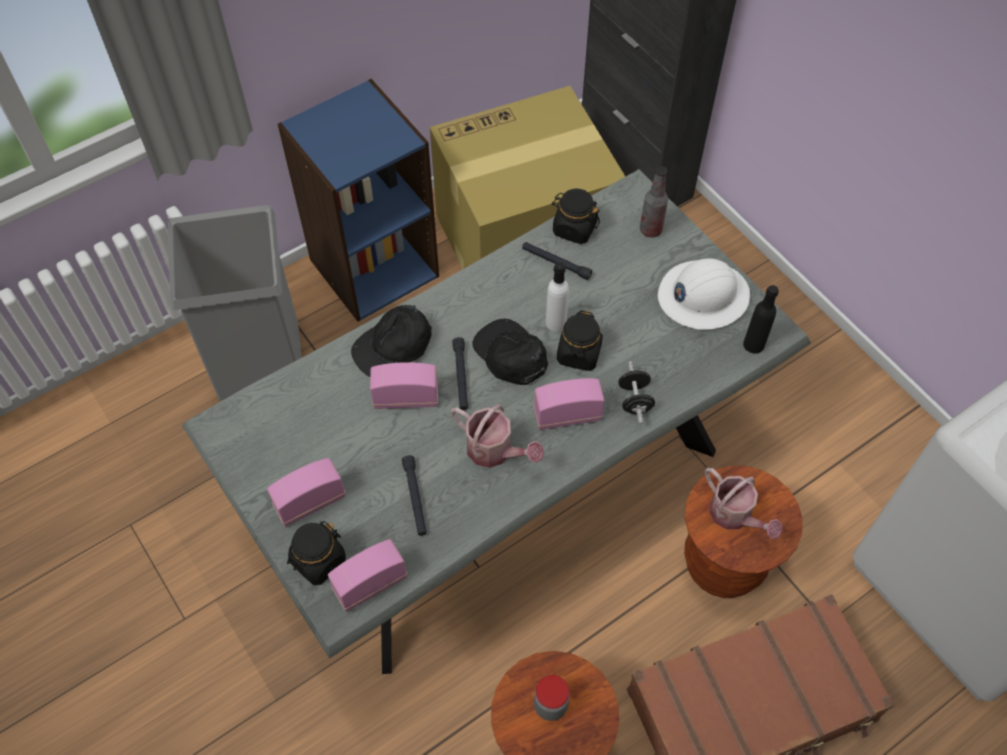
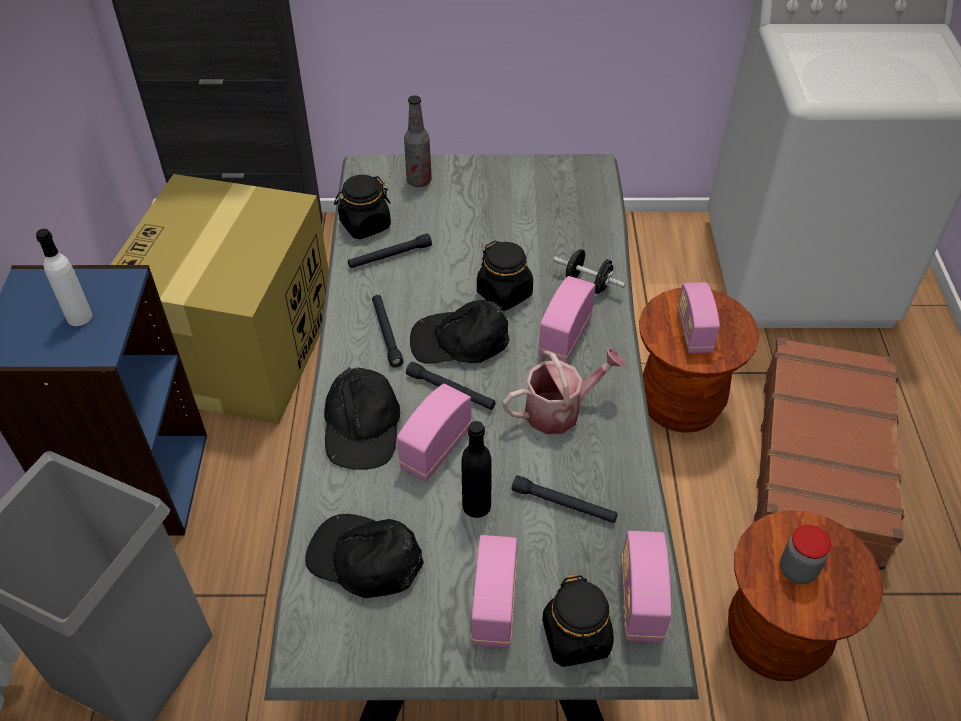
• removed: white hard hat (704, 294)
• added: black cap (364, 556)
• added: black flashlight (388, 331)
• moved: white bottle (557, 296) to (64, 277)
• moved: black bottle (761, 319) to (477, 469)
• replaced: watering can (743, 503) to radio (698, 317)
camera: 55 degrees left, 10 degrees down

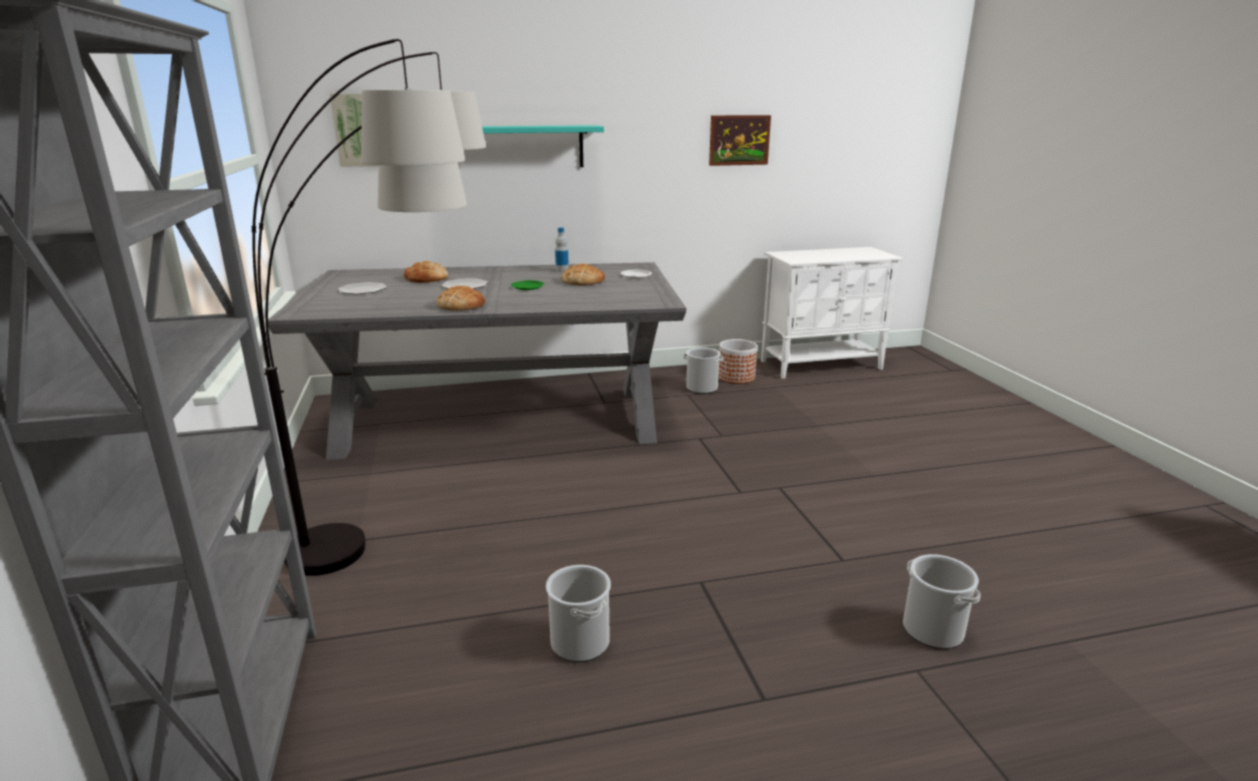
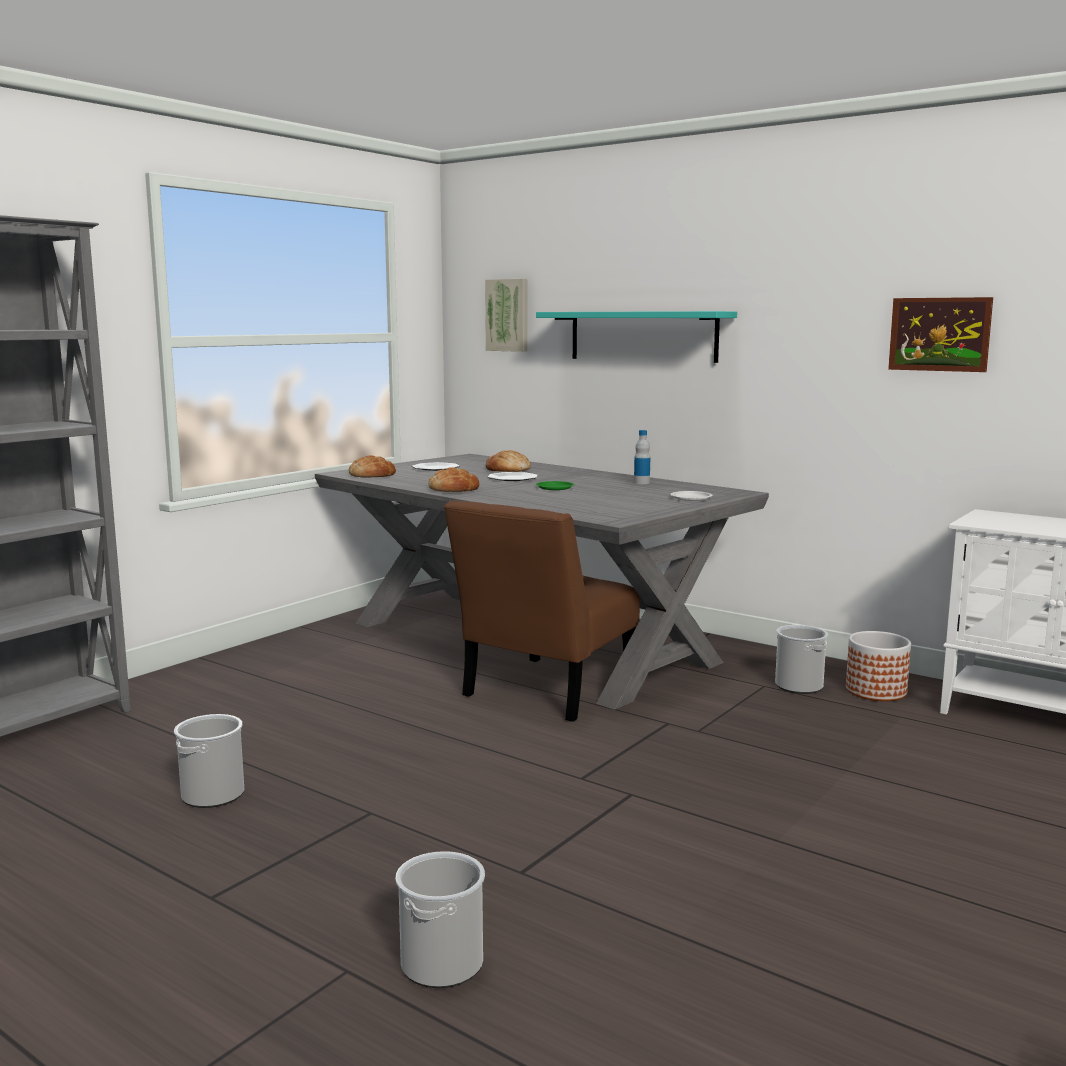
• removed: floor lamp (368, 307)
• added: brown chair (542, 611)
• moved: bread (583, 274) to (372, 466)
camera: 50 degrees right, 10 degrees down

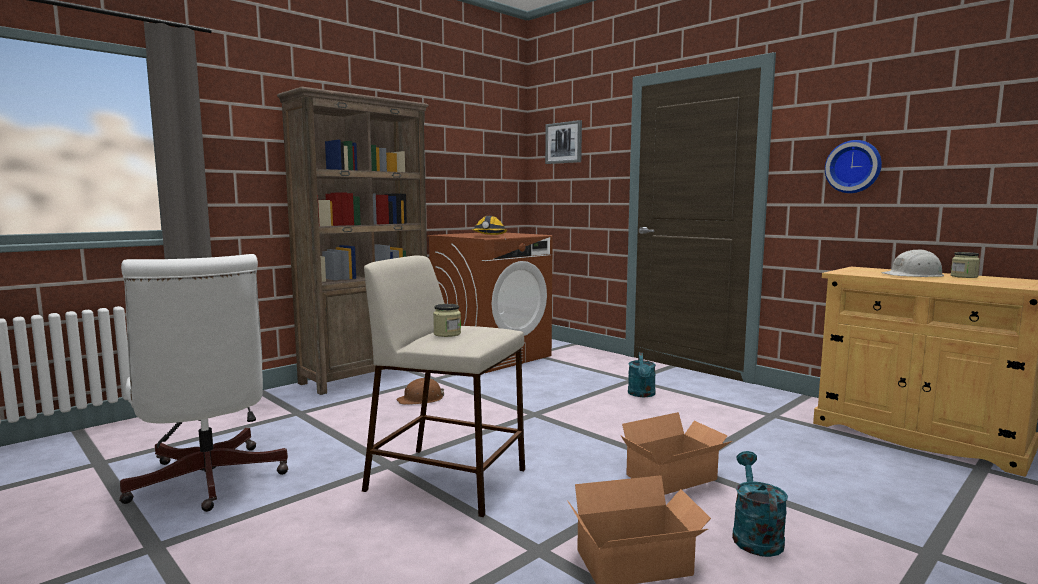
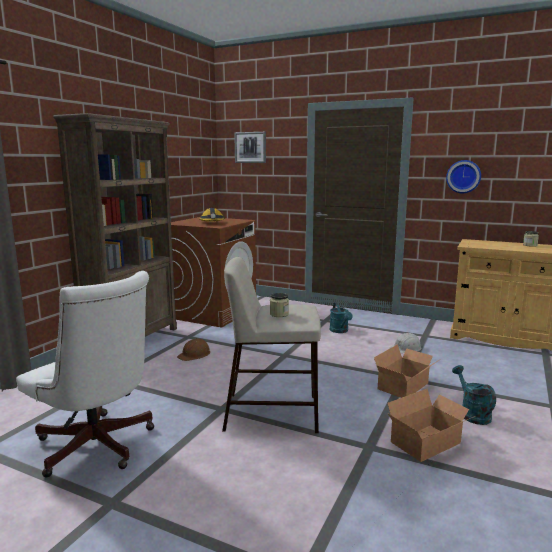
• moved: white hard hat (913, 263) to (405, 343)
camera: 20 degrees left, 5 degrees up

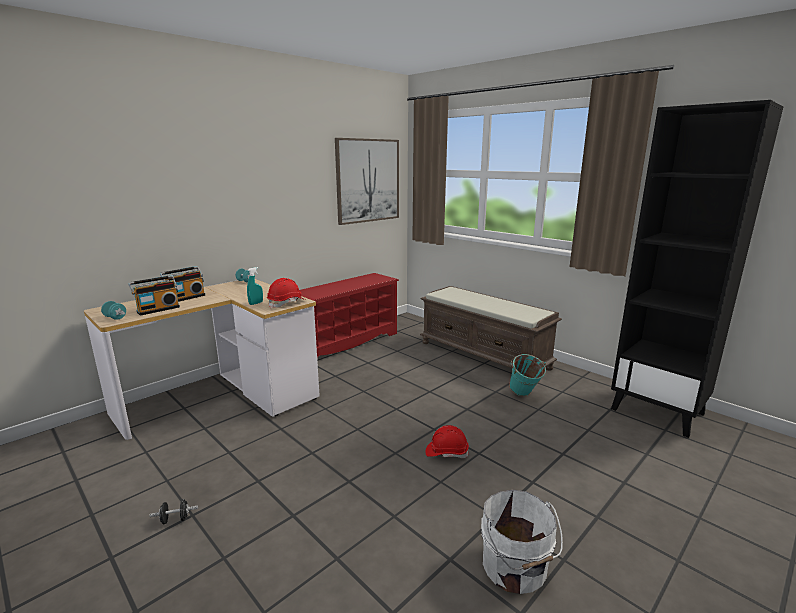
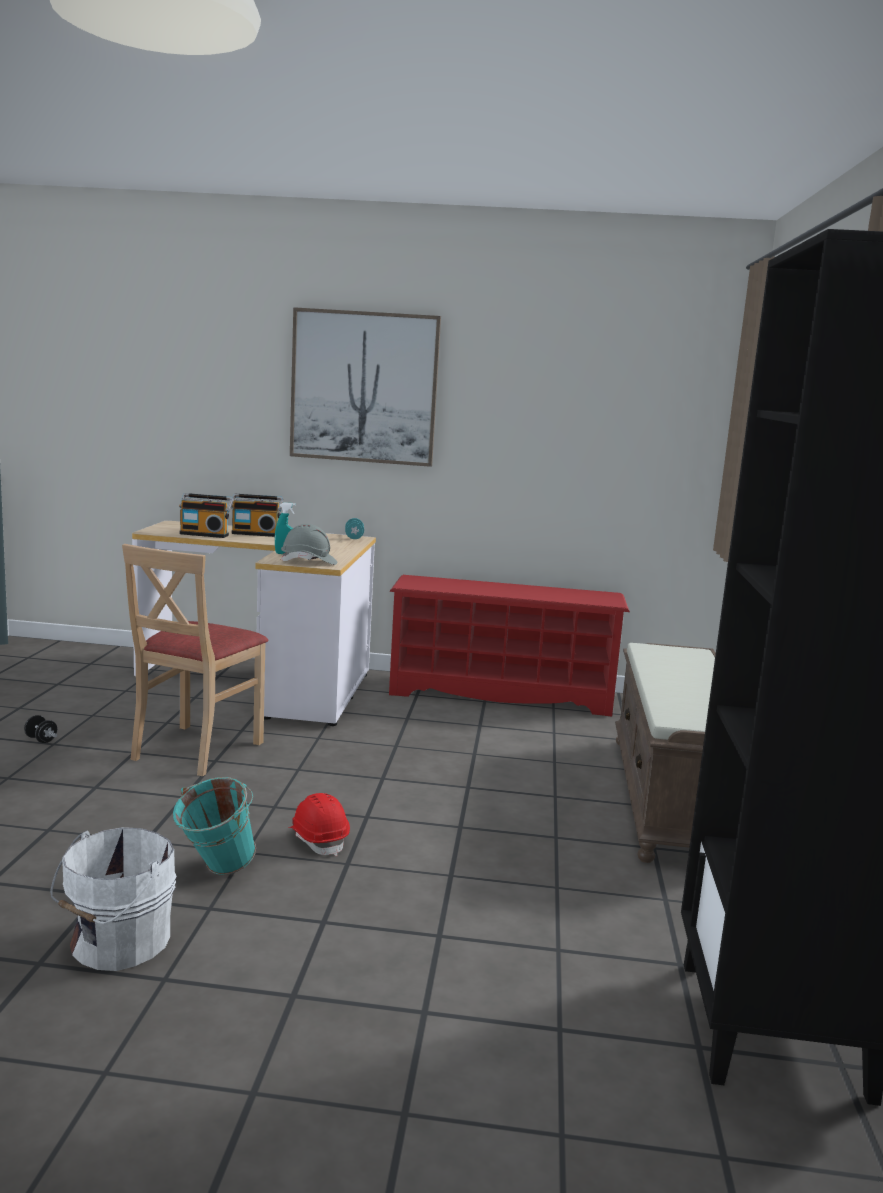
• removed: turquoise dumbbell (113, 310)
• added: beige chair (195, 660)
• moved: picture (367, 181) to (365, 387)
• moved: turquoise bucket (527, 375) to (214, 826)
• recoloured: red hard hat (286, 293) to grey hard hat (309, 544)
camera: 50 degrees right, 5 degrees down

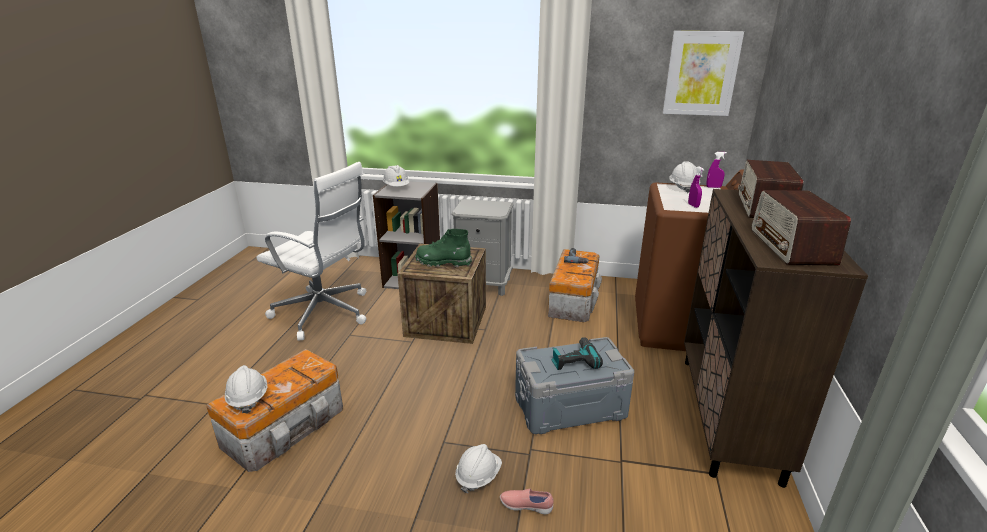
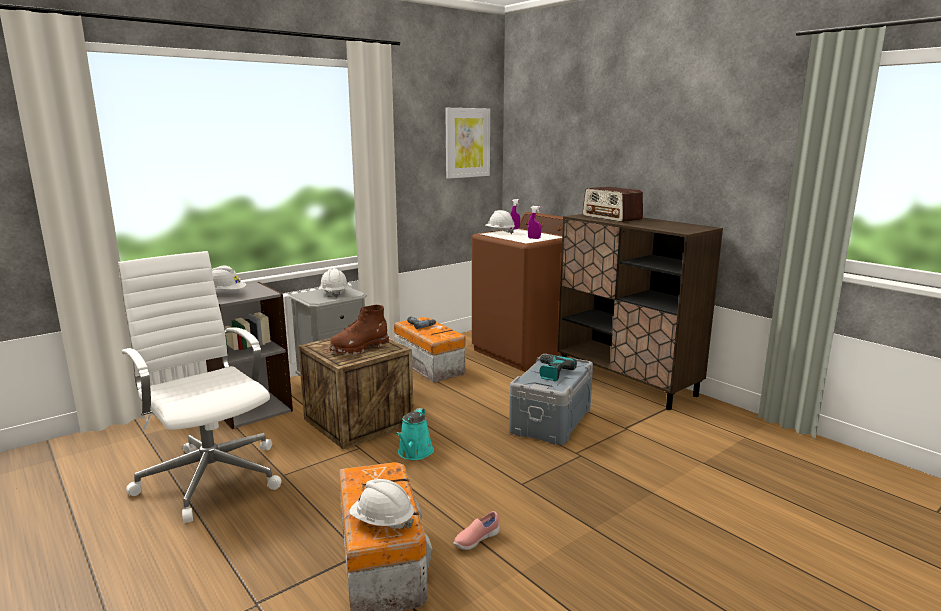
• removed: radio (801, 228)
• added: turquoise watering can (415, 434)
• moved: white hard hat (478, 469) to (334, 283)
• moved: pink shoe (527, 501) to (476, 530)
• recoloured: green boot (443, 248) to brown boot (359, 330)
• turned: white office chair (311, 251) = (200, 387) 105 degrees counterclockwise
camera: 50 degrees left, 10 degrees down

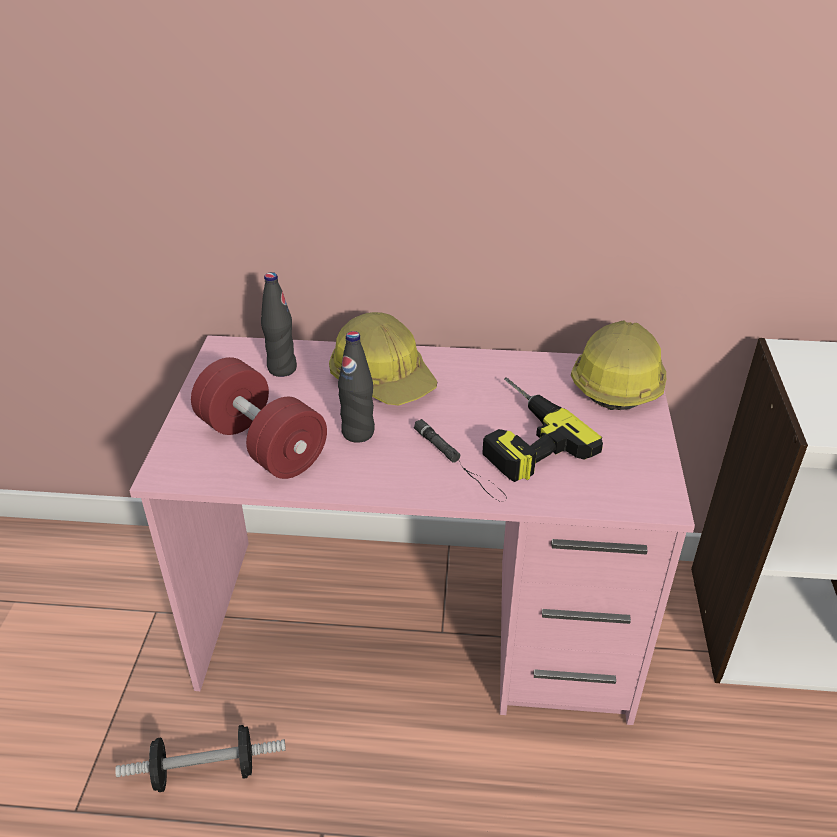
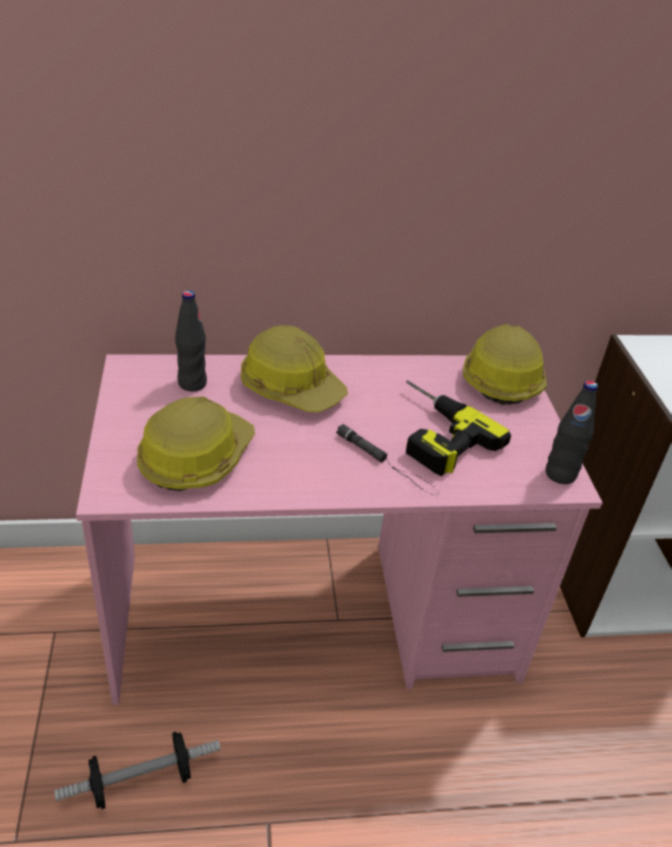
• moved: black bottle (356, 387) to (572, 432)
• replaced: red dumbbell (259, 418) to hard hat (196, 443)
camera: 15 degrees left, 0 degrees up

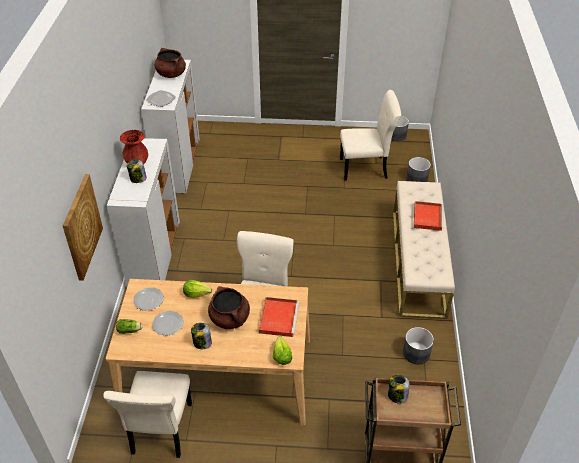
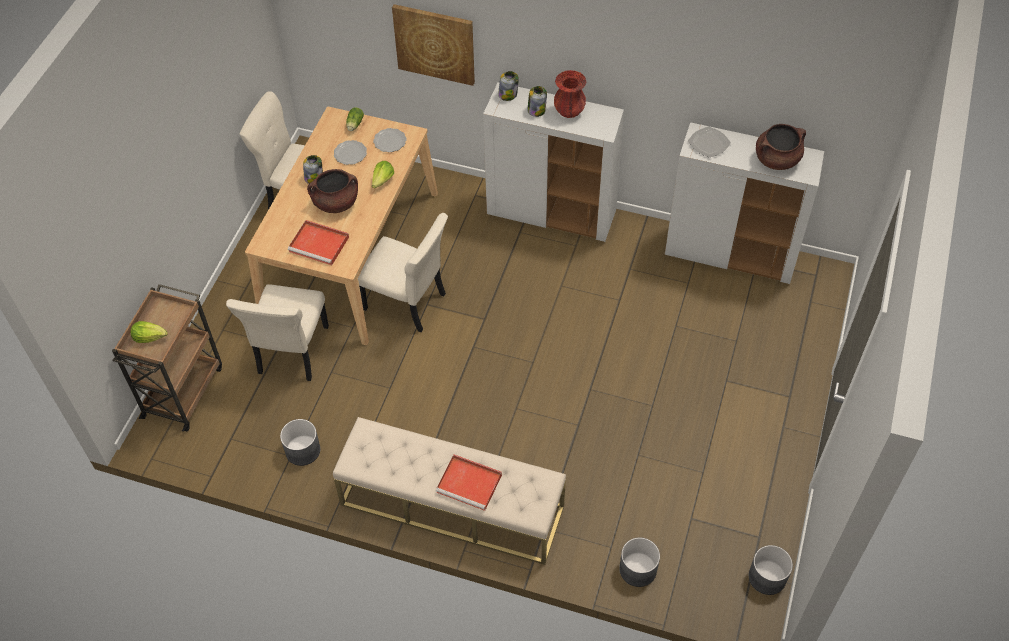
• moved: lettuce (282, 350) to (149, 332)
• moved: beige chair (370, 135) to (277, 332)
• moved: jar (399, 389) to (508, 86)
camera: 105 degrees right, 10 degrees up

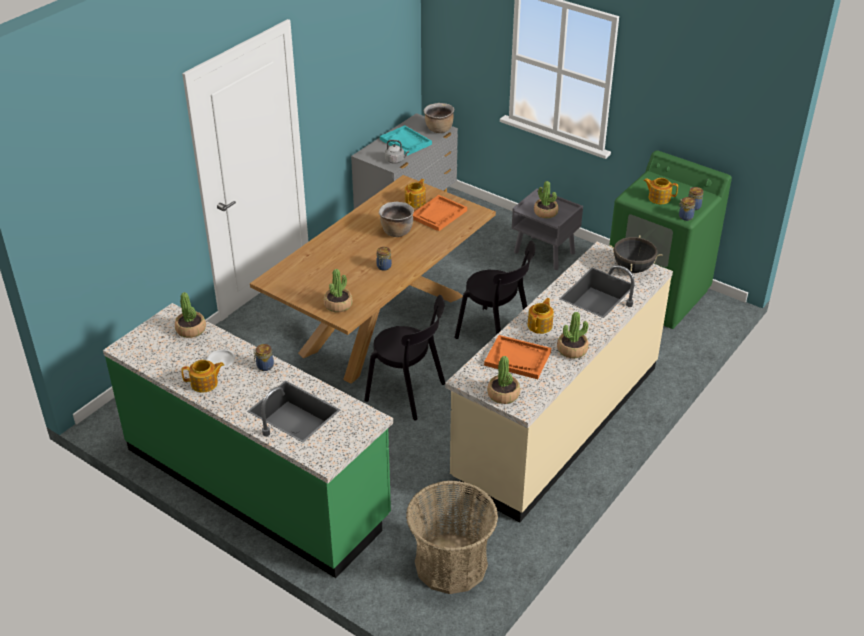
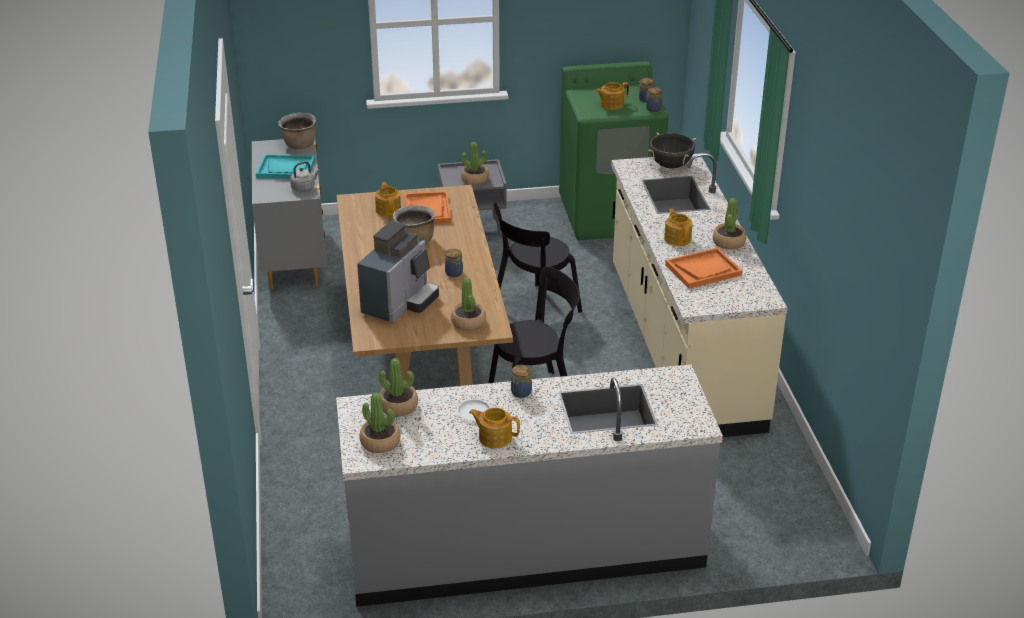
• removed: basket (452, 537)
• added: coffee machine (398, 272)
• moved: potted plant (503, 380) to (380, 423)
• recoloured: green counter (248, 440) to grey counter (529, 485)
• turned: teapot (202, 376) = (494, 427) 105 degrees counterclockwise
• turned: black chair (494, 289) = (537, 261) 150 degrees clockwise
camera: 45 degrees left, 5 degrees down

